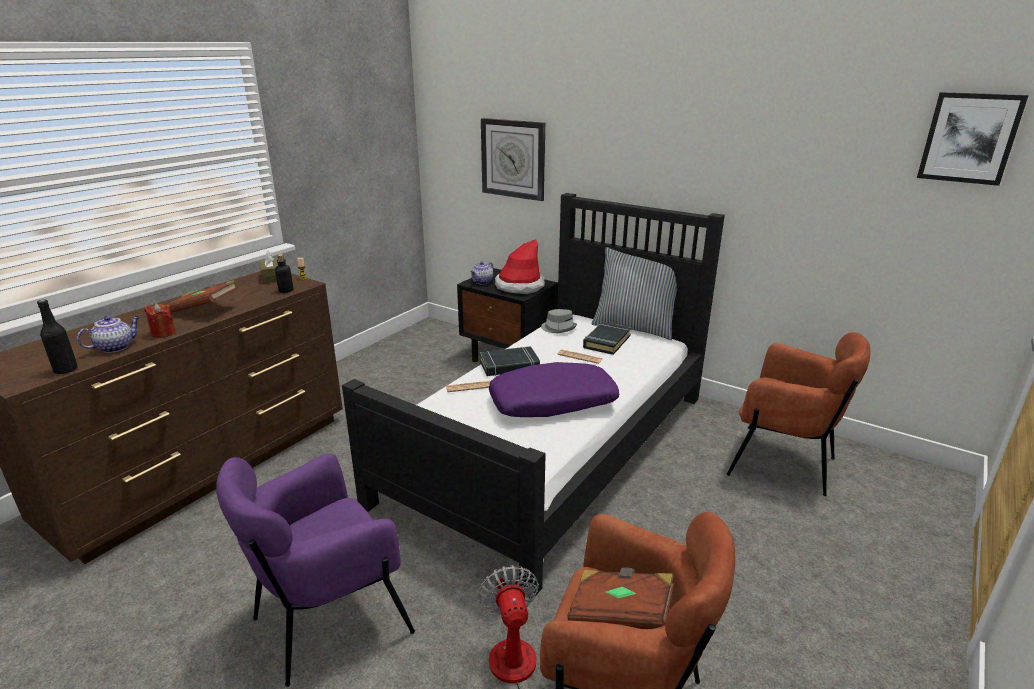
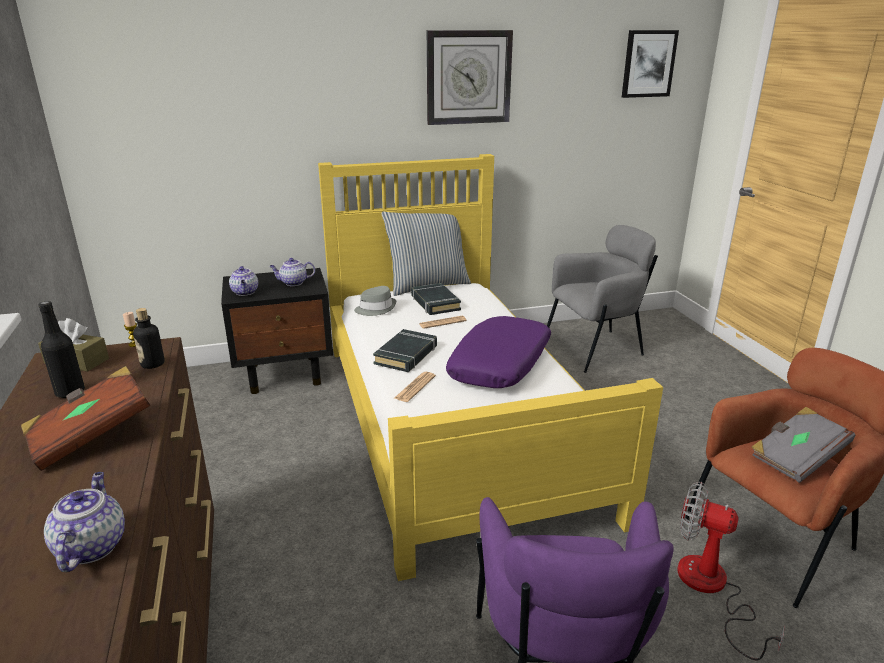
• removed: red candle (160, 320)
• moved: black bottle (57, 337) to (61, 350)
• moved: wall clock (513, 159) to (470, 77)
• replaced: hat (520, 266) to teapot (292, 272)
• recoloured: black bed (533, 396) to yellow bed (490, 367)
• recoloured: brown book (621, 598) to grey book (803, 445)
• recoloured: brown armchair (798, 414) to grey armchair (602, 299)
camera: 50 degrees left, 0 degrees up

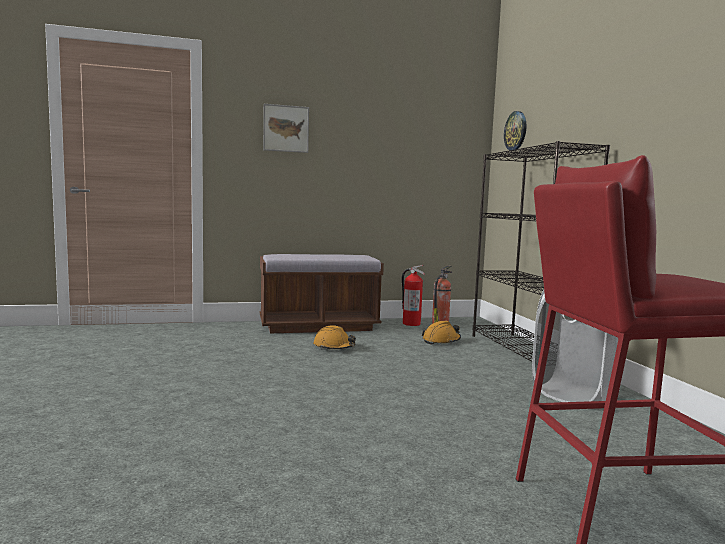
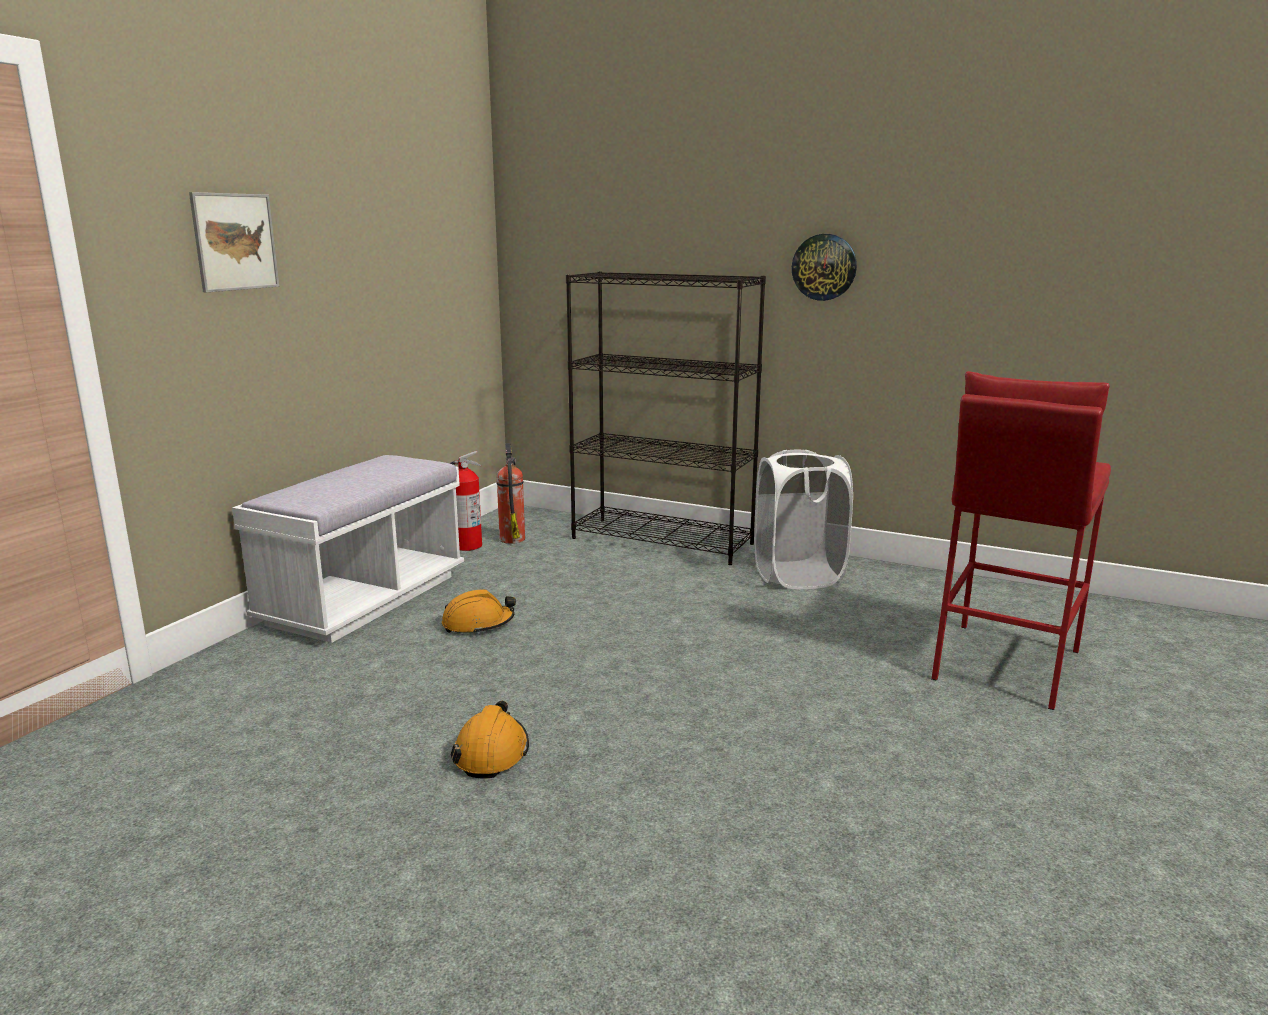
• moved: orange hard hat (441, 333) to (489, 739)
• moved: wall clock (515, 131) to (824, 267)
• recoloured: brown bench (322, 293) to white bench (348, 549)
camera: 50 degrees left, 10 degrees up

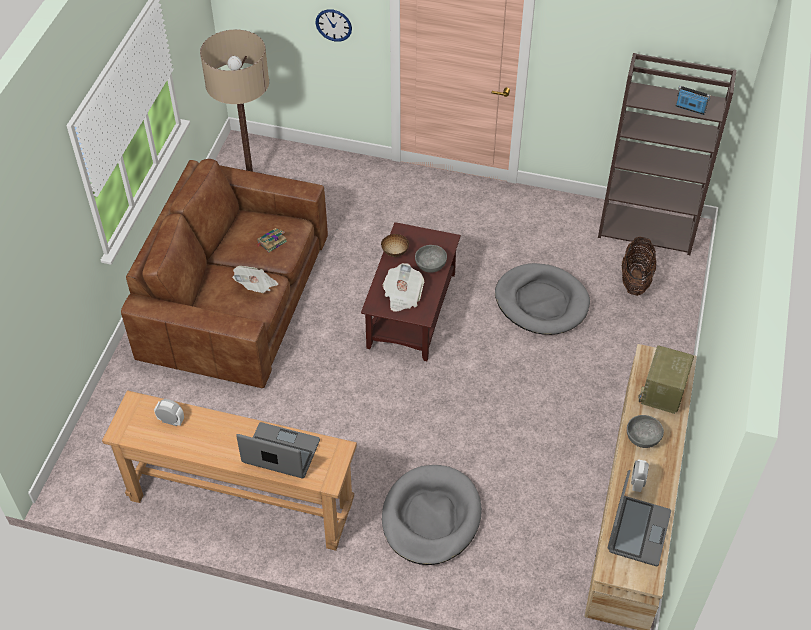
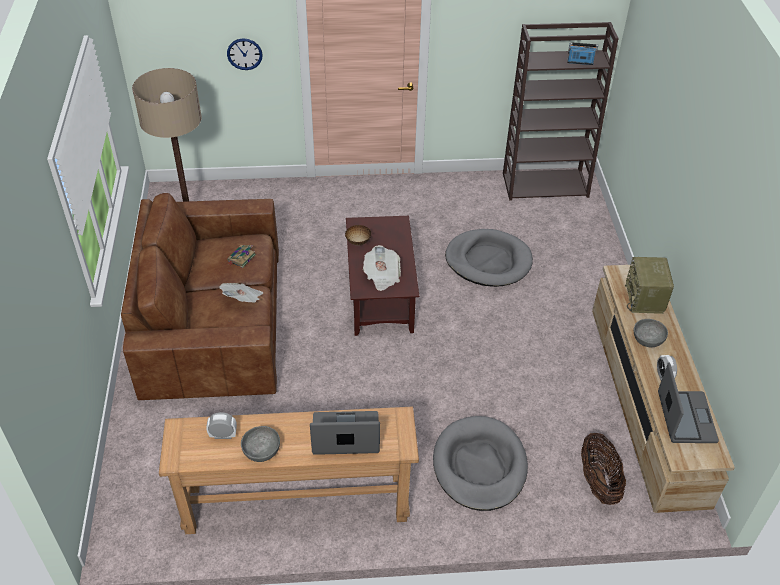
• moved: grey bowl (431, 259) to (260, 444)
• moved: basket (639, 266) to (603, 469)
camera: 20 degrees left, 5 degrees down

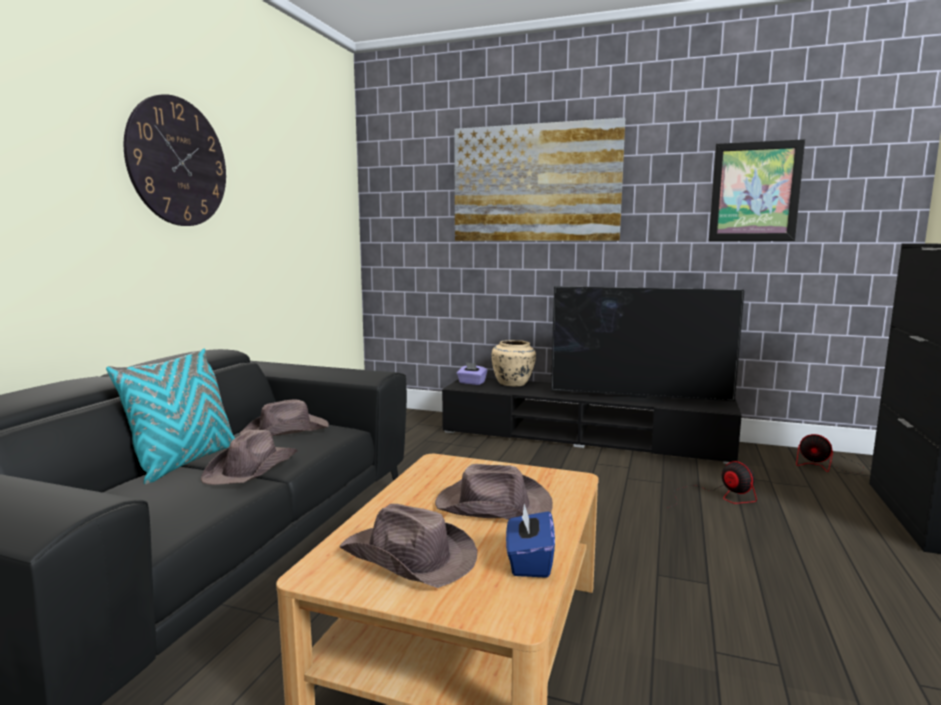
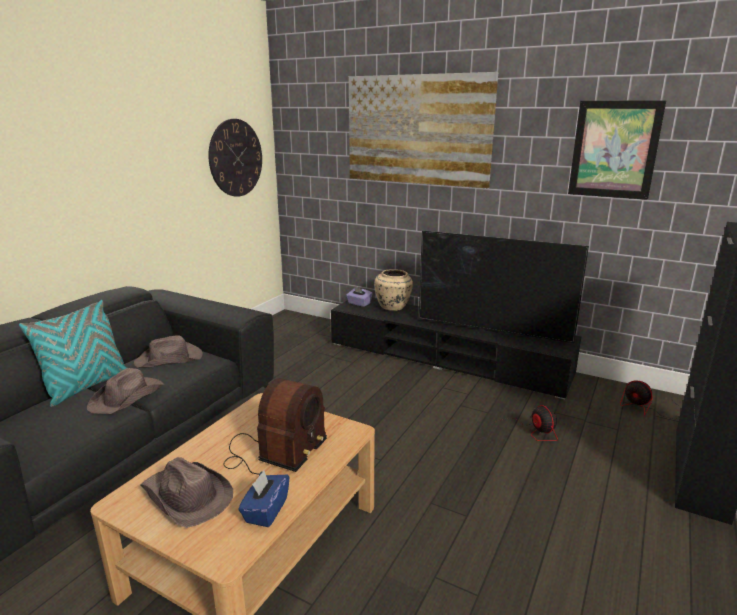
• moved: wall clock (175, 160) to (235, 158)
• replaced: brown hat (494, 492) to radio (275, 427)
camera: 10 degrees right, 10 degrees up

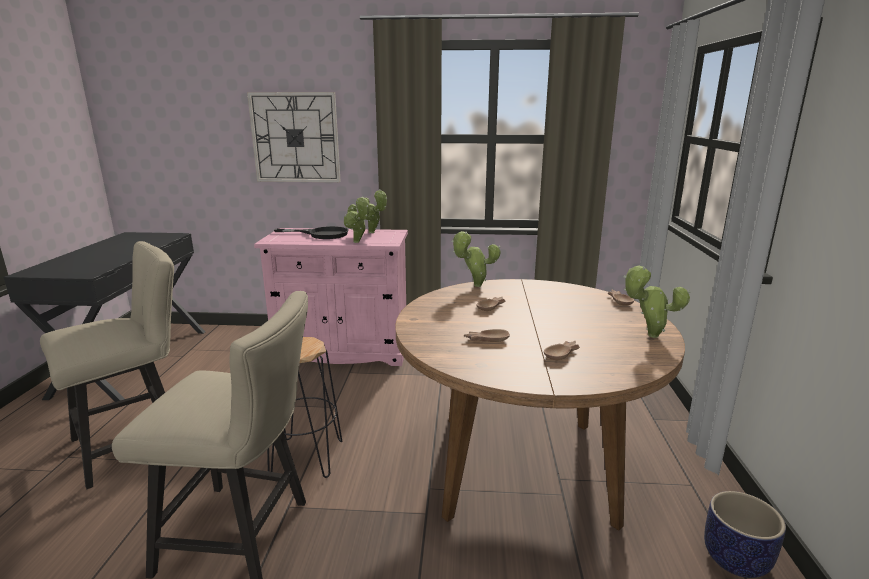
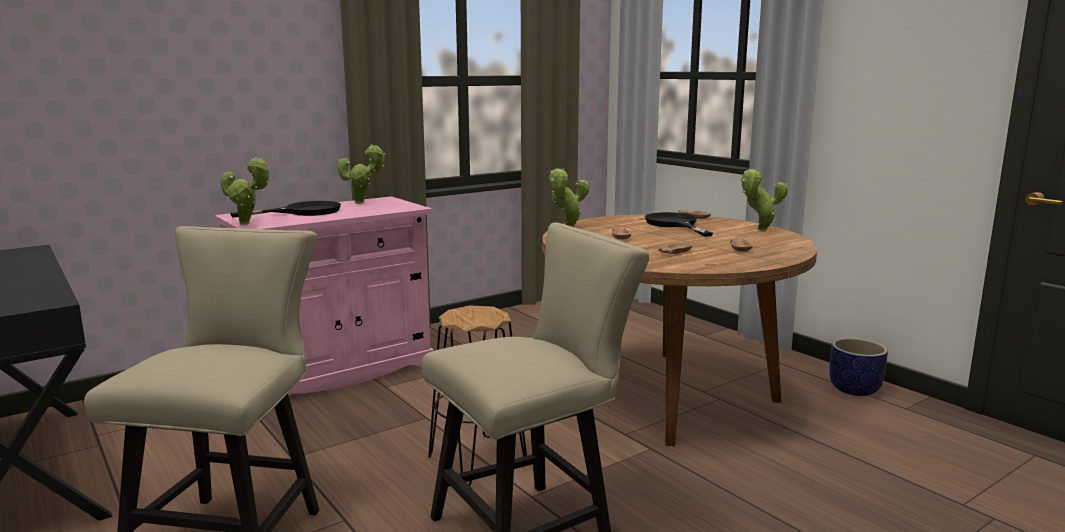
• removed: wall clock (294, 137)
• added: black frying pan (679, 224)
• moved: potted plant (357, 219) to (245, 191)
camera: 40 degrees left, 5 degrees down

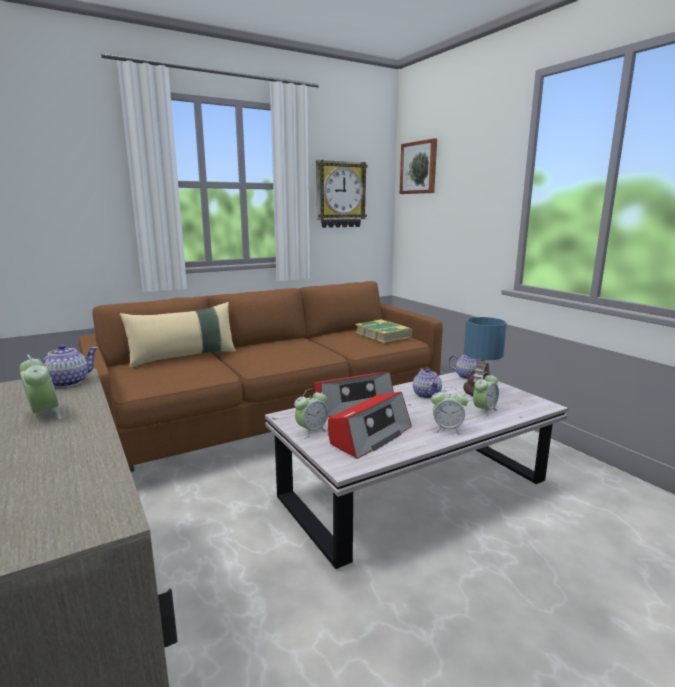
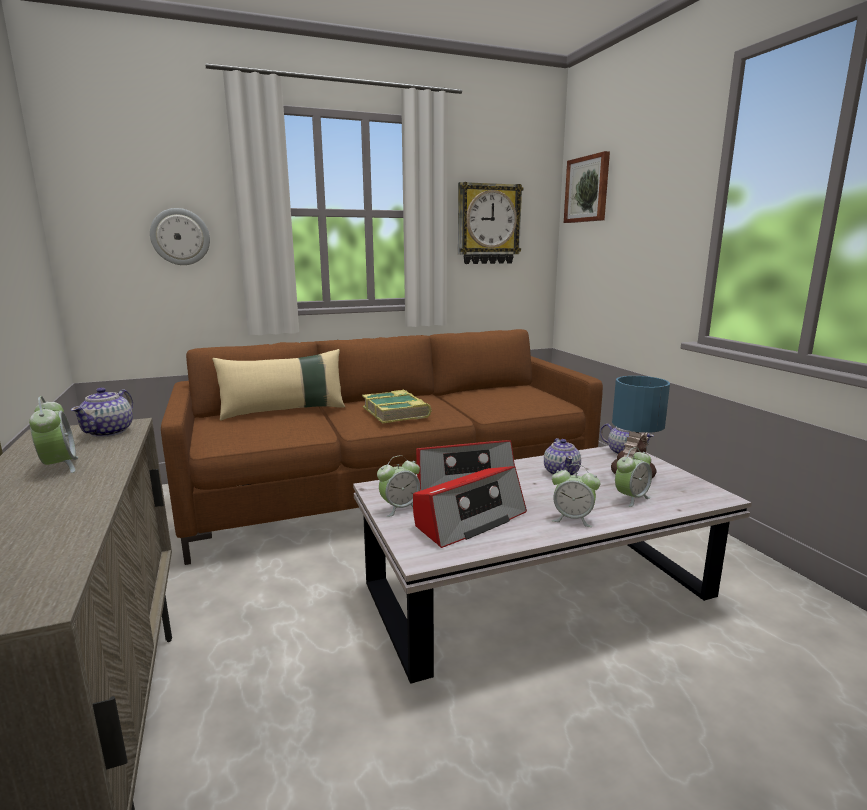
• added: wall clock (180, 236)
• moved: book (383, 331) to (396, 406)
• turned: teapot (65, 366) = (102, 412) 135 degrees clockwise
camera: 10 degrees right, 0 degrees up

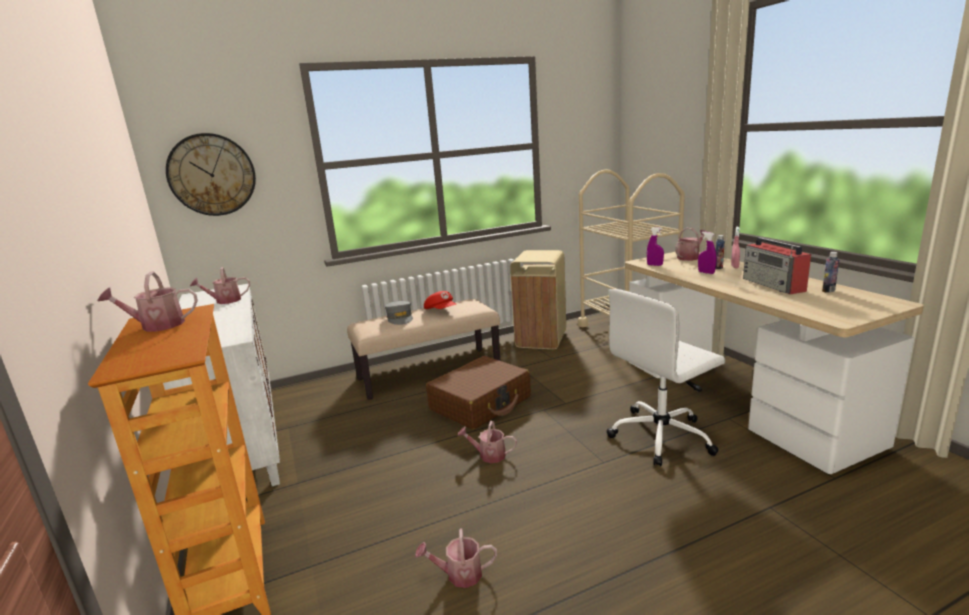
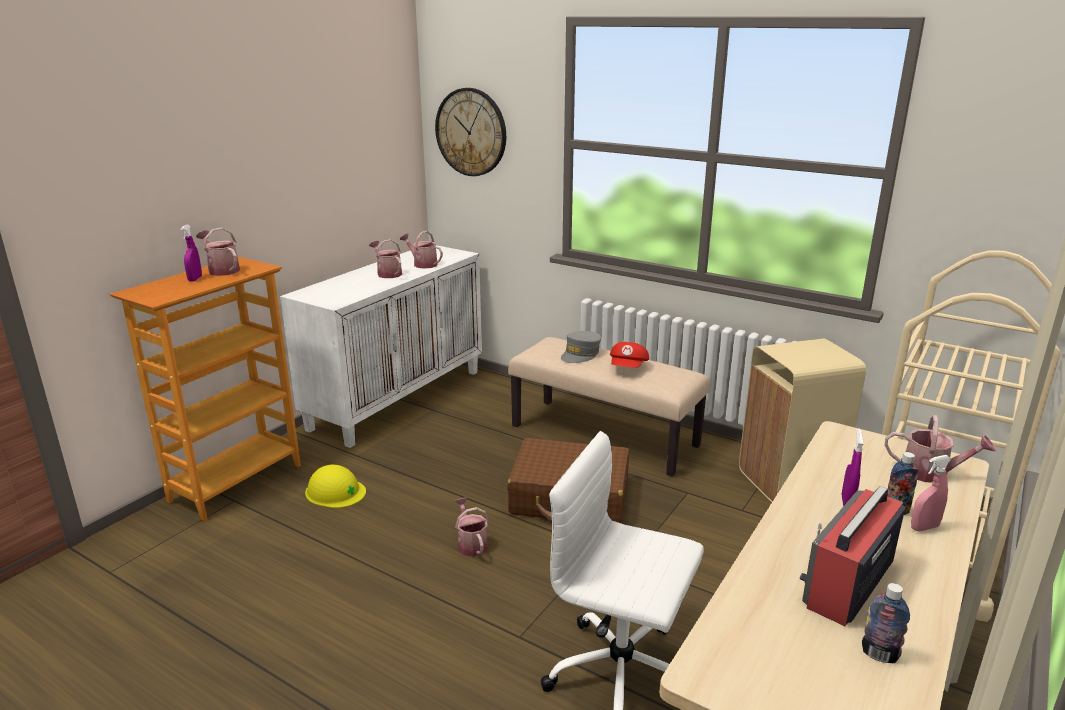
• added: yellow hard hat (335, 486)
• moved: watering can (456, 558) to (385, 258)
• moved: purple spray bottle (655, 246) to (191, 253)
camera: 55 degrees right, 5 degrees up

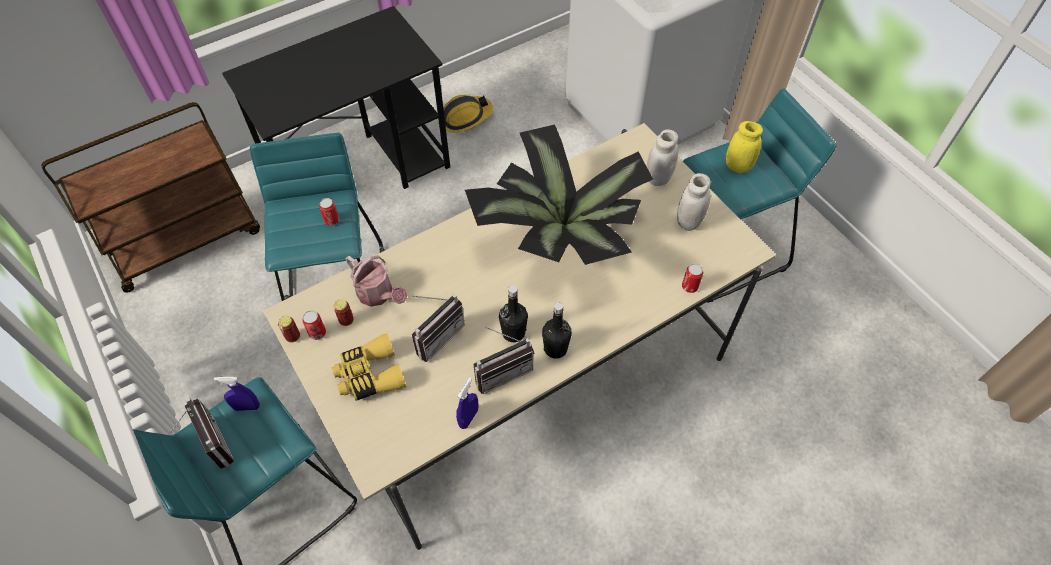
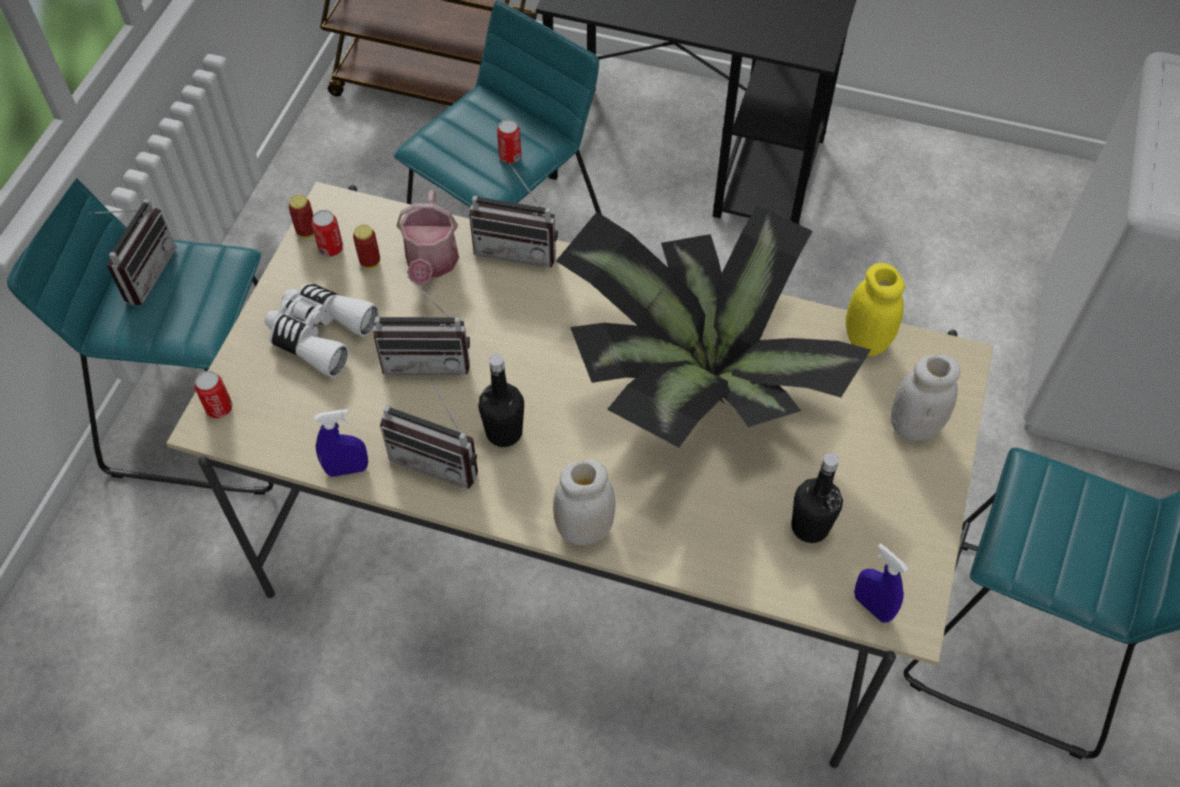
• removed: hard hat (468, 114)
• added: radio (513, 215)
• moved: blue spray bottle (237, 394) to (881, 582)
• moved: black bottle (557, 330) to (817, 498)
• moved: white jar (694, 202) to (584, 502)
• moved: can (692, 278) to (213, 394)
• moved: yellow jar (744, 147) to (875, 309)
• recoloured: yellow binoculars (369, 367) to white binoculars (322, 330)
camera: 50 degrees right, 0 degrees up

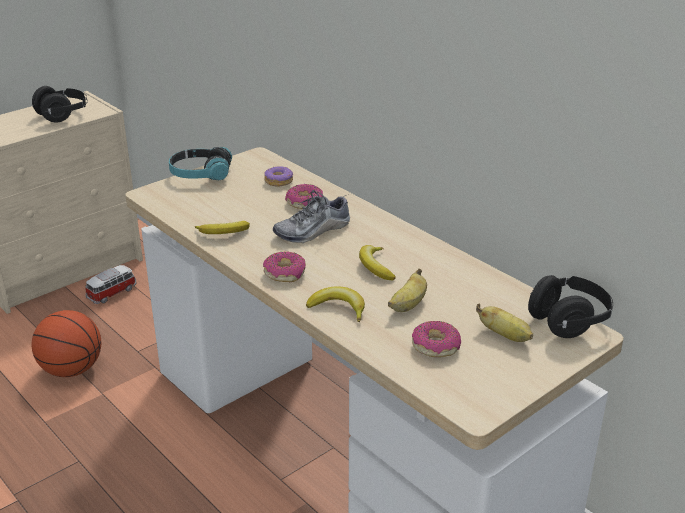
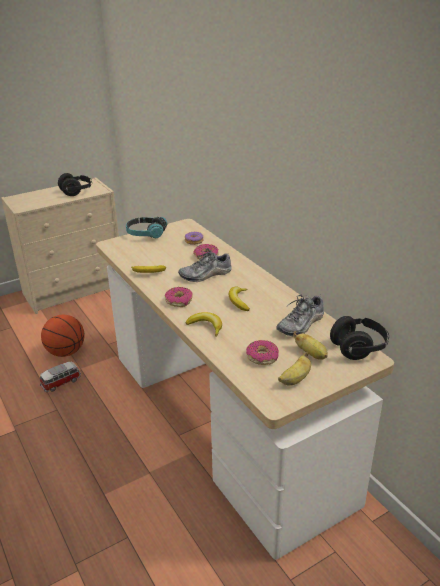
• added: shoe (300, 315)
• moved: toy car (111, 284) to (60, 377)
• moved: banana (407, 290) to (294, 368)
camera: 10 degrees right, 0 degrees up

